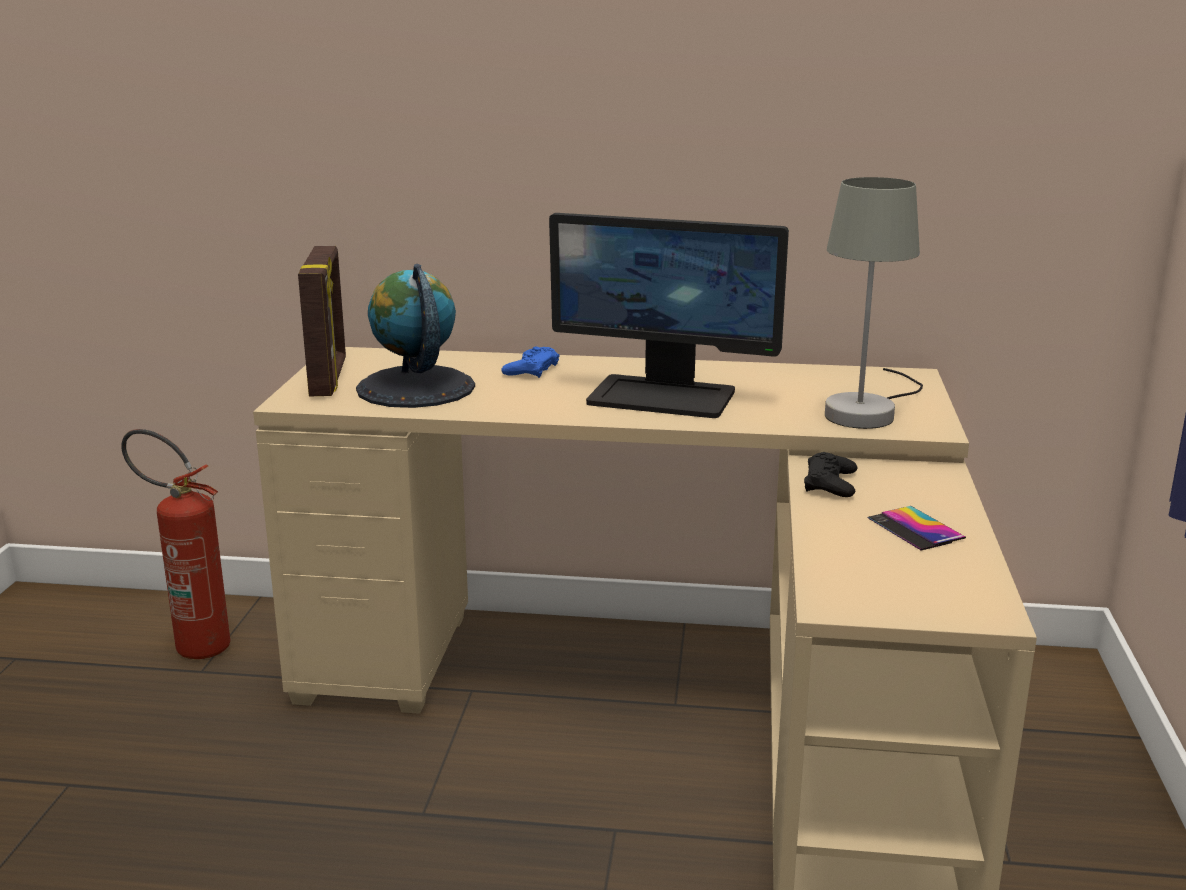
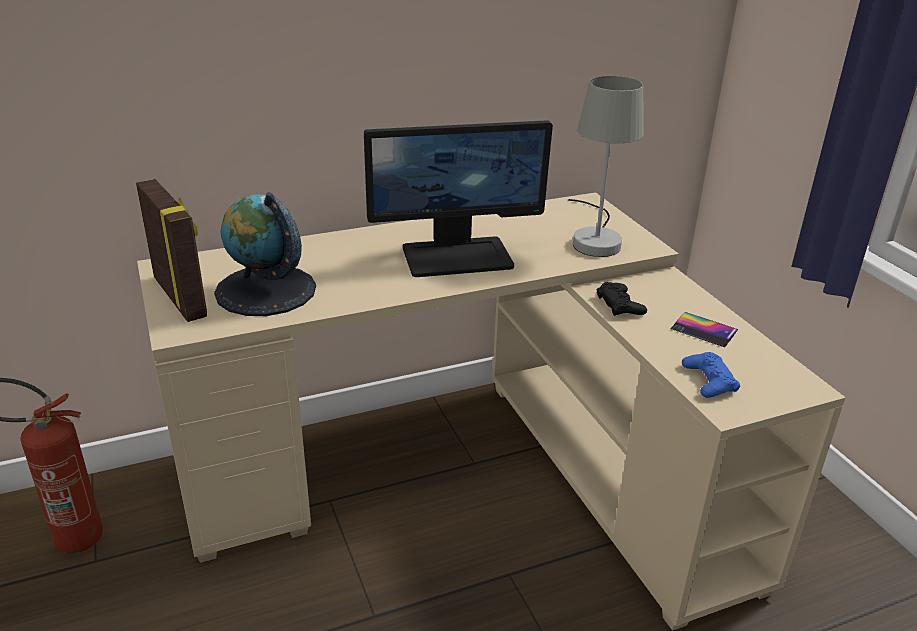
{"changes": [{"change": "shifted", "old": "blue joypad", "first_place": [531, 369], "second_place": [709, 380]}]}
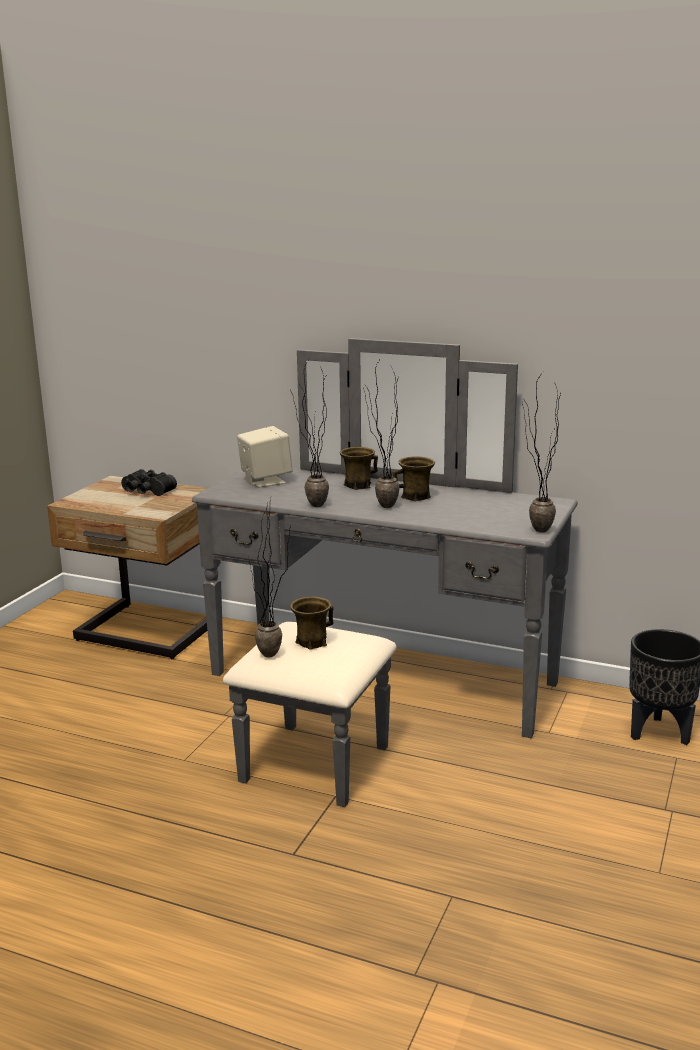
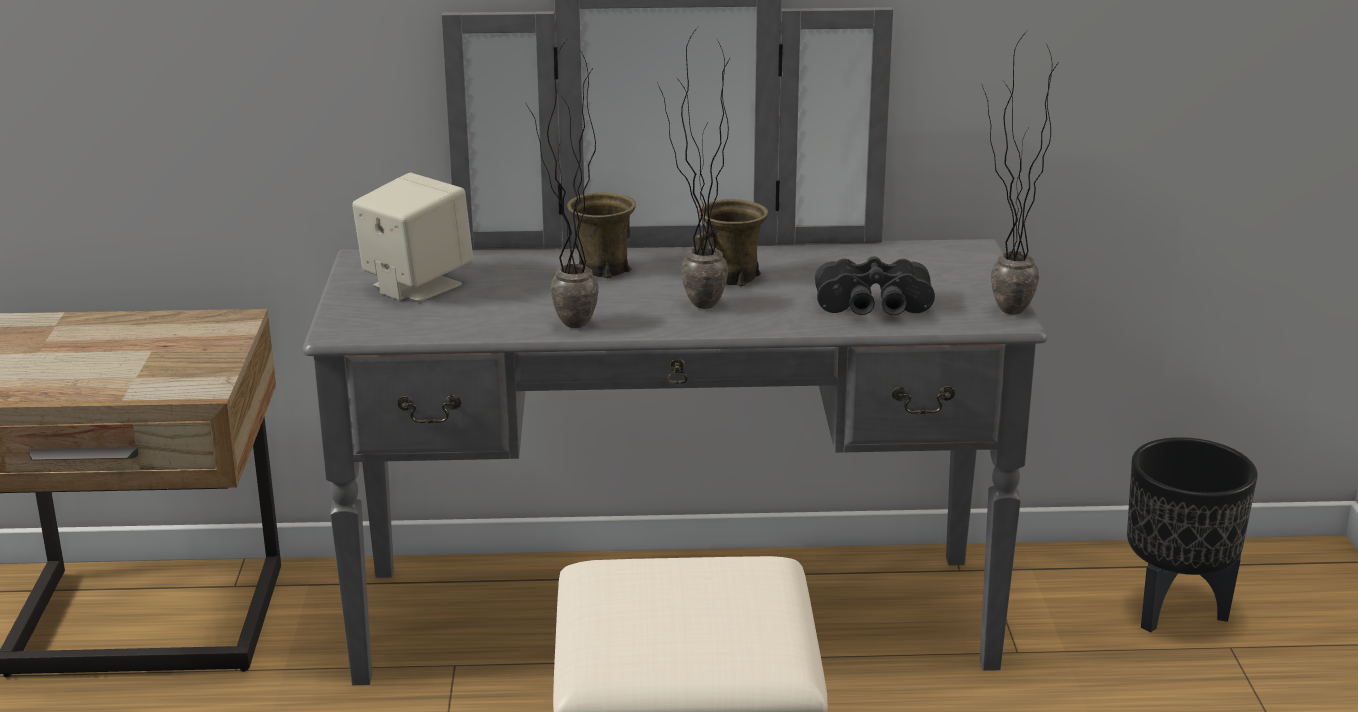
{"changes": [{"change": "shifted", "old": "black-coloured field glasses", "first_place": [146, 492], "second_place": [874, 308]}, {"change": "gone", "old": "potted plant", "first_place": [274, 658]}, {"change": "gone", "old": "brown tea mug", "first_place": [311, 642]}]}
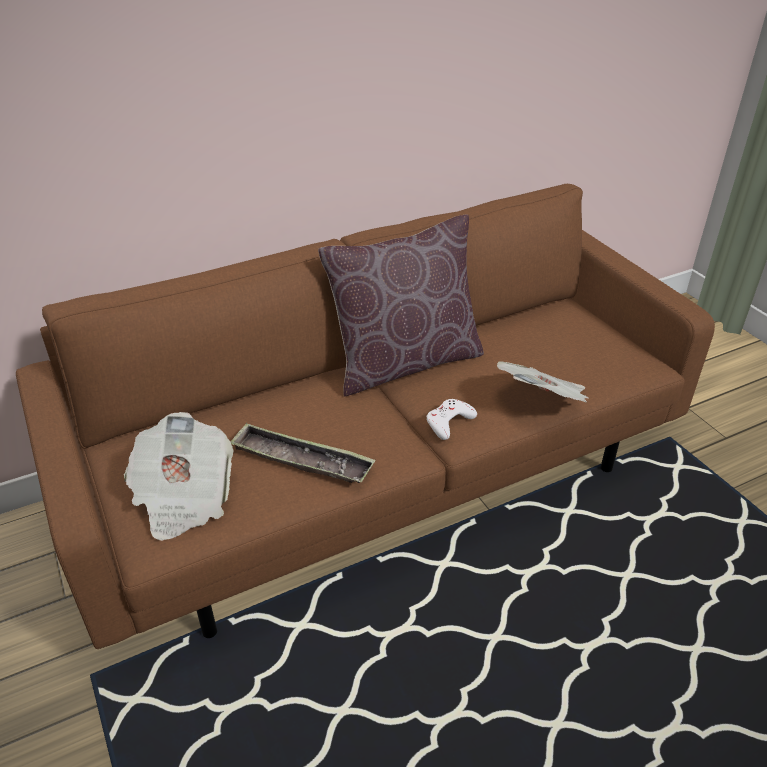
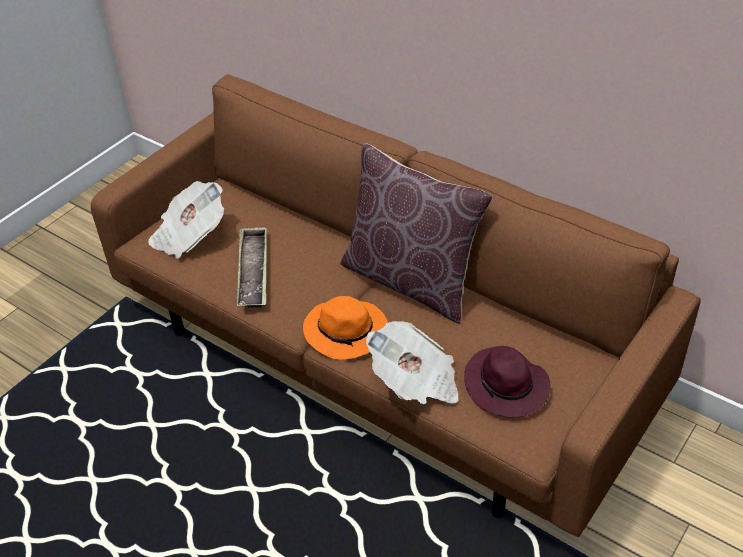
{"changes": [{"change": "swapped", "old": "white-coloured joypad", "new": "orange-coloured hat", "first_place": [449, 422], "second_place": [347, 332]}, {"change": "new", "new": "purple hat", "second_place": [507, 386]}]}
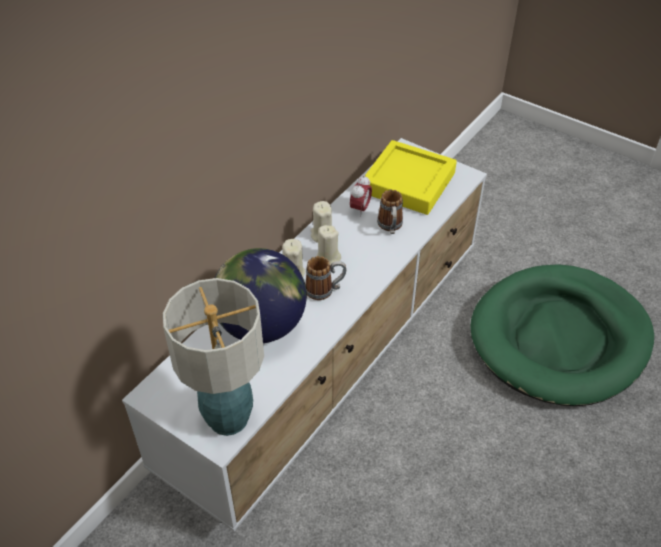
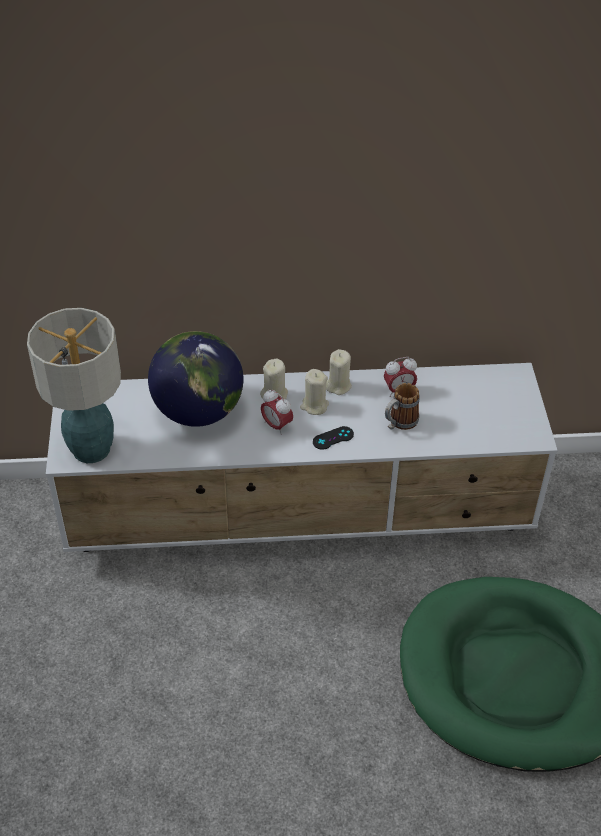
{"changes": [{"change": "gone", "old": "yellow-coloured tray", "first_place": [408, 183]}, {"change": "swapped", "old": "tea mug", "new": "alarm clock", "first_place": [325, 290], "second_place": [276, 426]}, {"change": "new", "new": "black-coloured joypad", "second_place": [333, 438]}]}
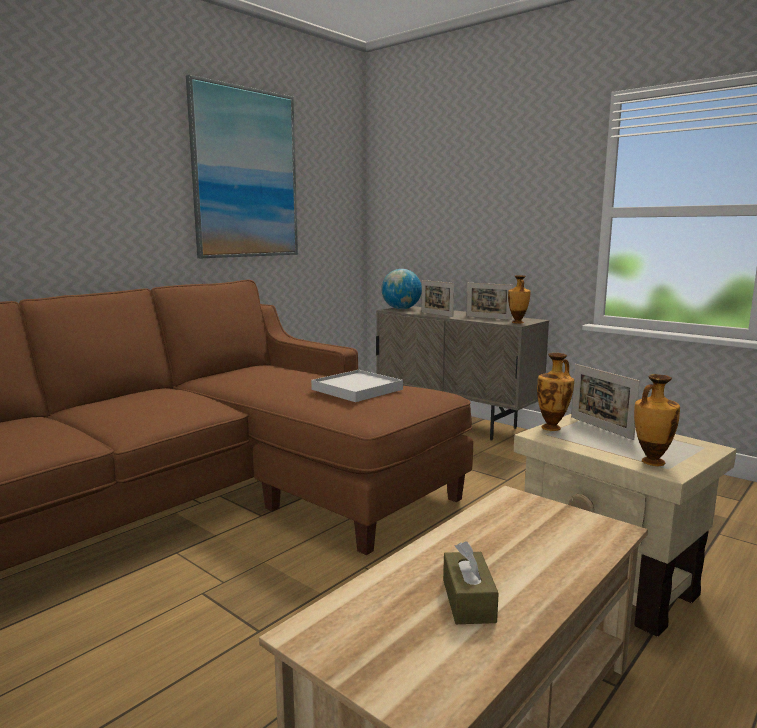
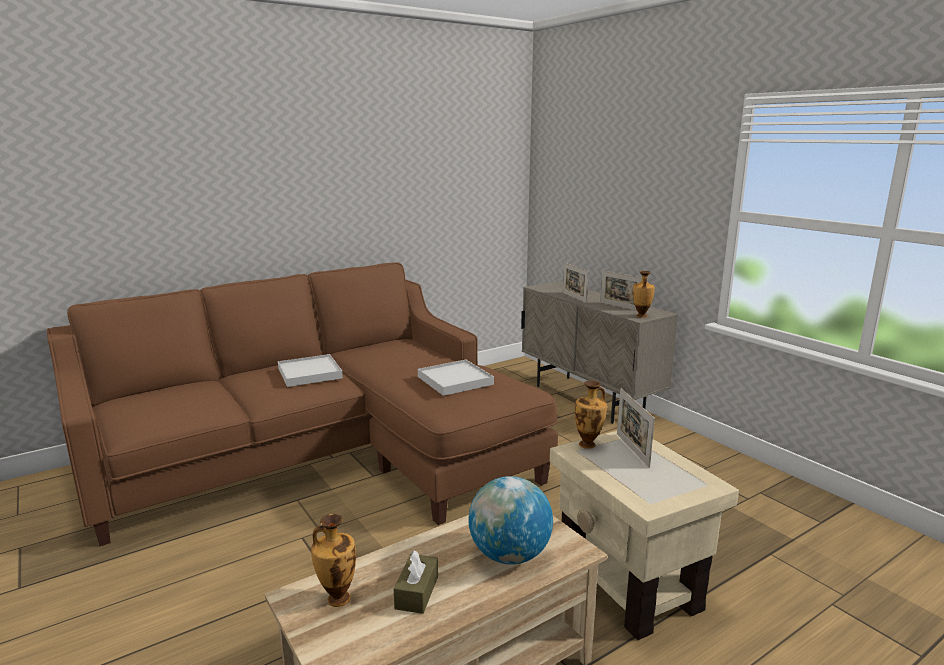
{"changes": [{"change": "gone", "old": "wall art", "first_place": [245, 174]}, {"change": "shifted", "old": "desk globe", "first_place": [401, 309], "second_place": [509, 555]}, {"change": "shifted", "old": "vase", "first_place": [651, 462], "second_place": [337, 598]}, {"change": "new", "new": "white-coloured tray", "second_place": [310, 373]}]}
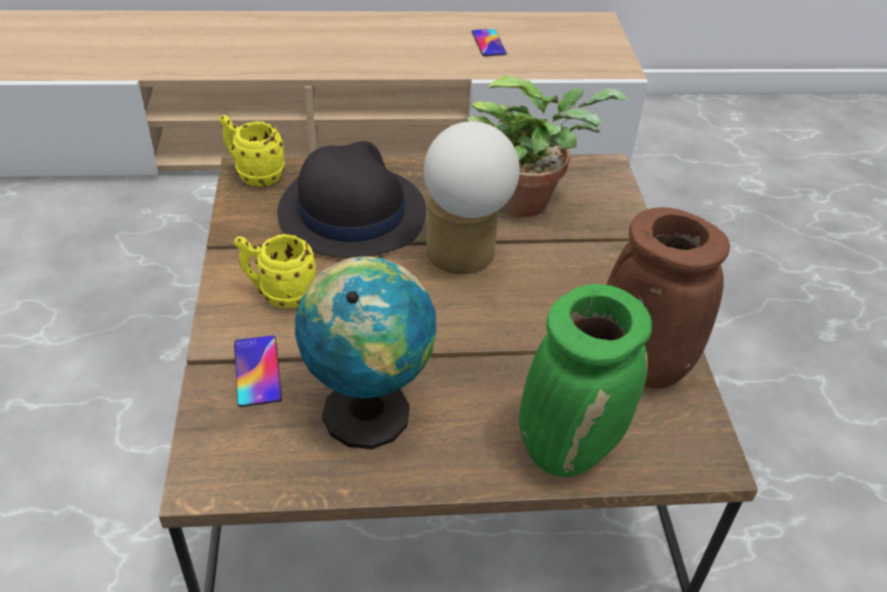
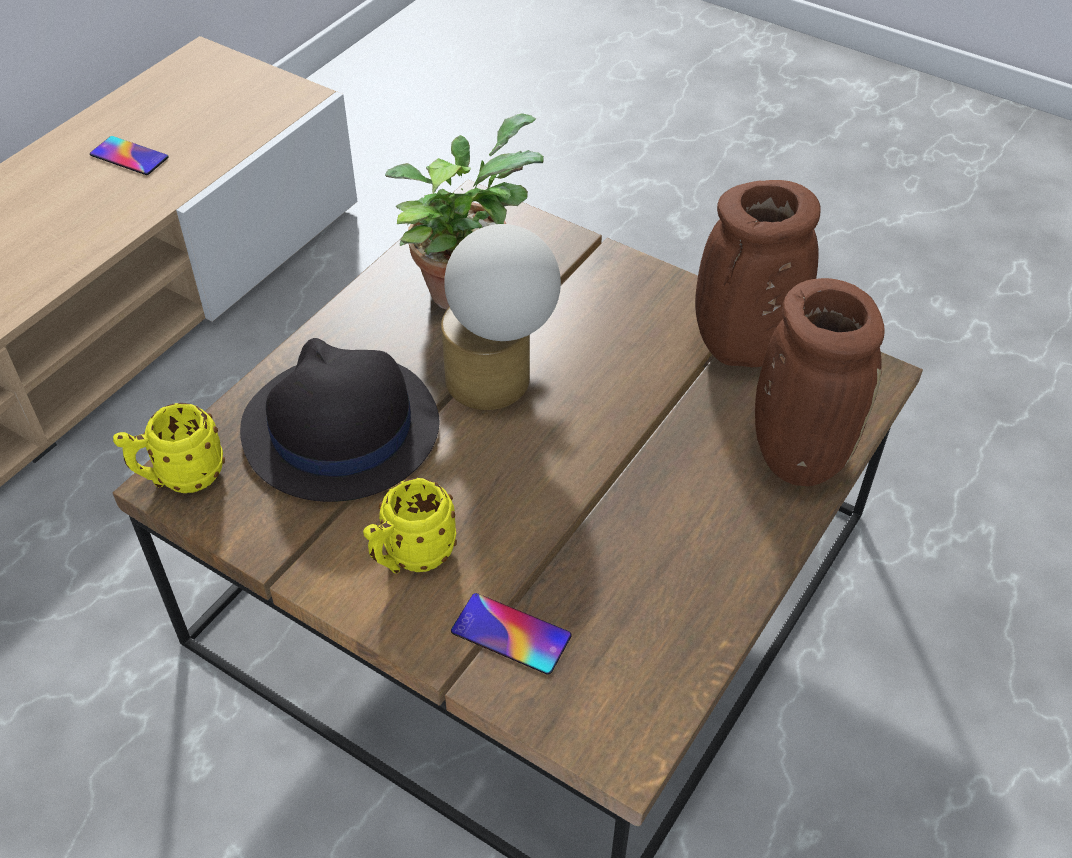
{"changes": [{"change": "gone", "old": "desk globe", "first_place": [368, 408]}, {"change": "repainted", "old": "green vase", "new": "brown vase", "first_place": [568, 447], "second_place": [795, 454]}]}
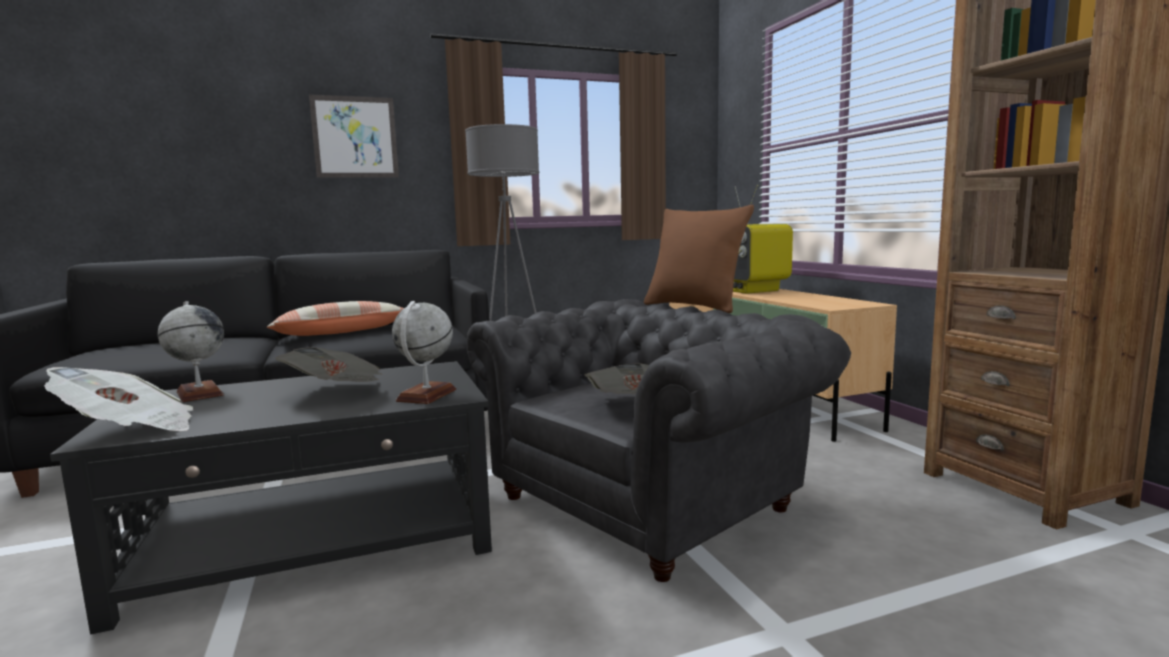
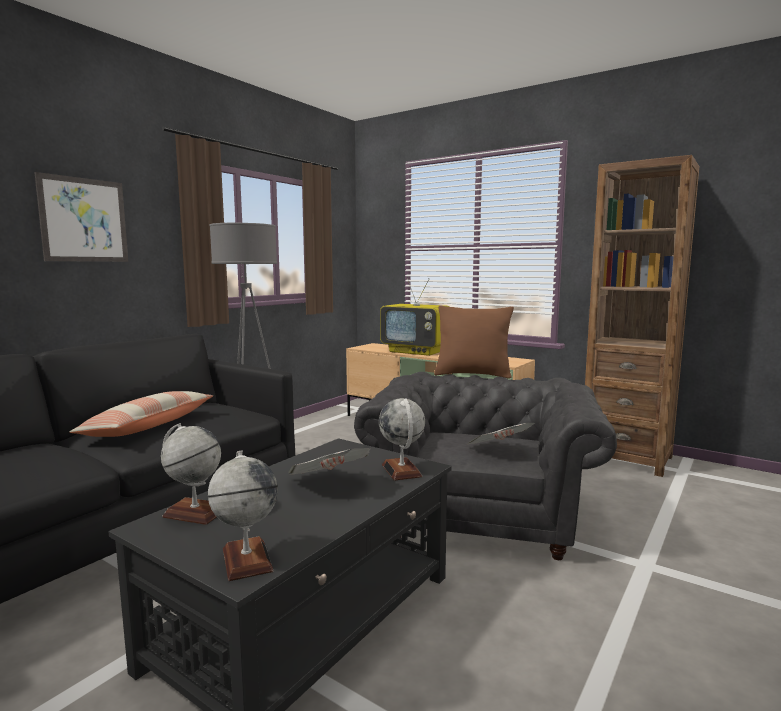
{"changes": [{"change": "swapped", "old": "daily paper", "new": "desk globe", "first_place": [131, 430], "second_place": [246, 560]}]}
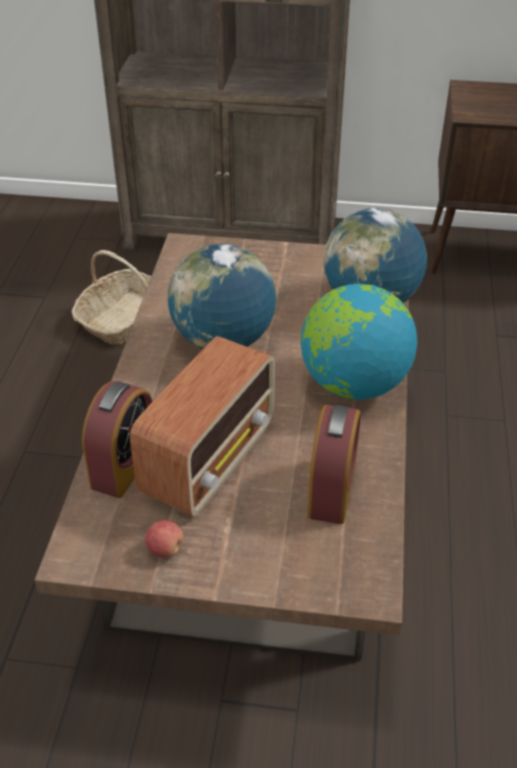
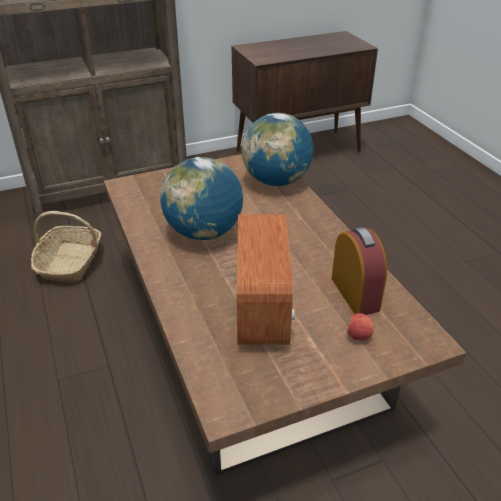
{"changes": [{"change": "gone", "old": "desk globe", "first_place": [353, 384]}, {"change": "gone", "old": "alarm clock", "first_place": [124, 465]}, {"change": "shifted", "old": "whole apple", "first_place": [165, 549], "second_place": [358, 336]}]}
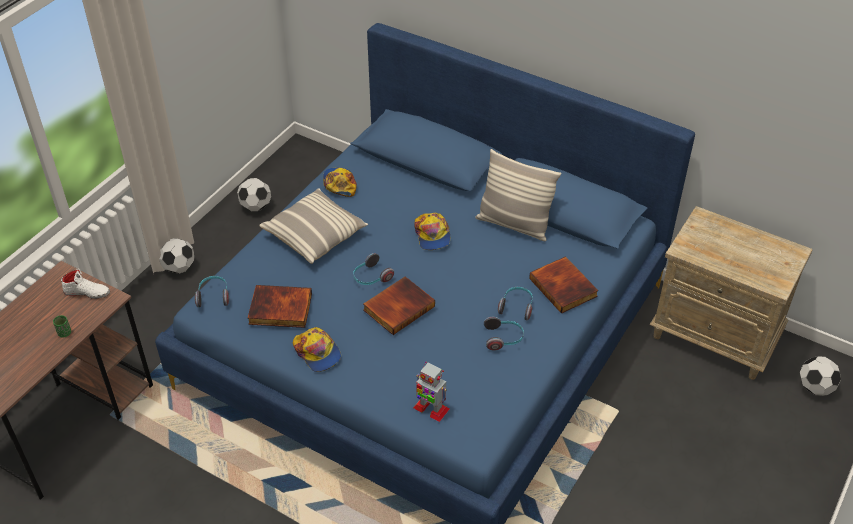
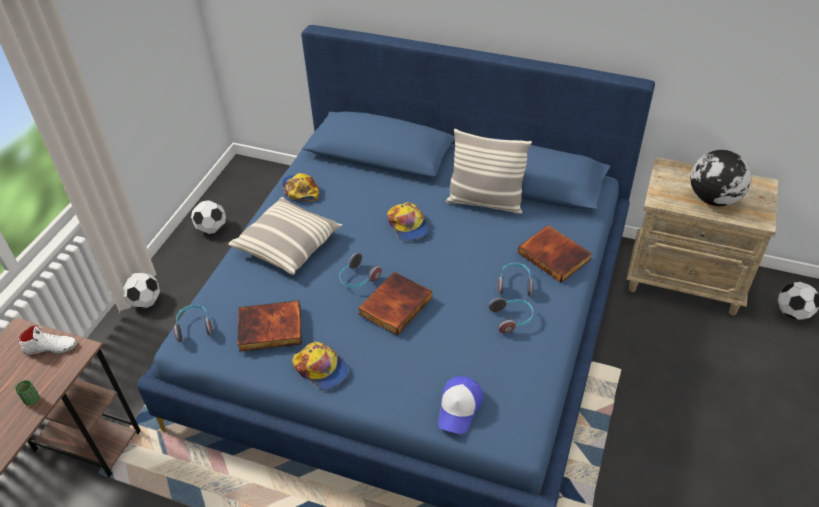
{"changes": [{"change": "swapped", "old": "model robot", "new": "cap", "first_place": [430, 408], "second_place": [459, 408]}, {"change": "new", "new": "desk globe", "second_place": [713, 199]}]}
